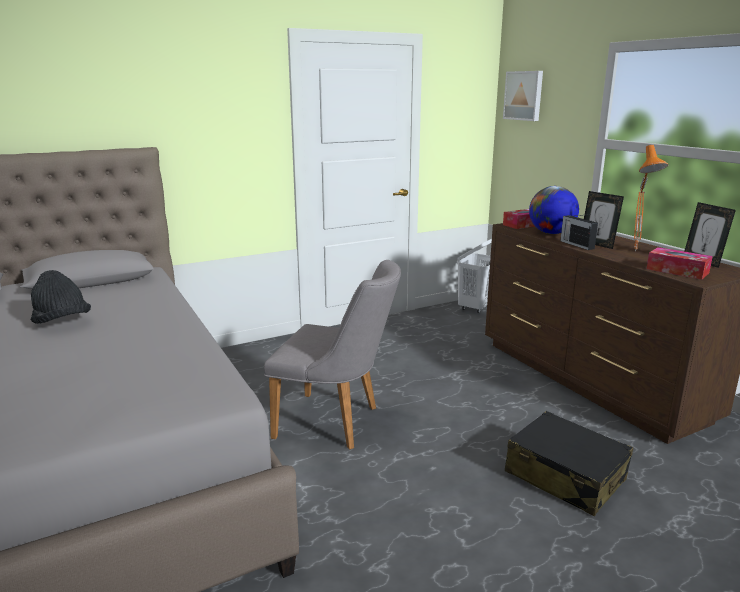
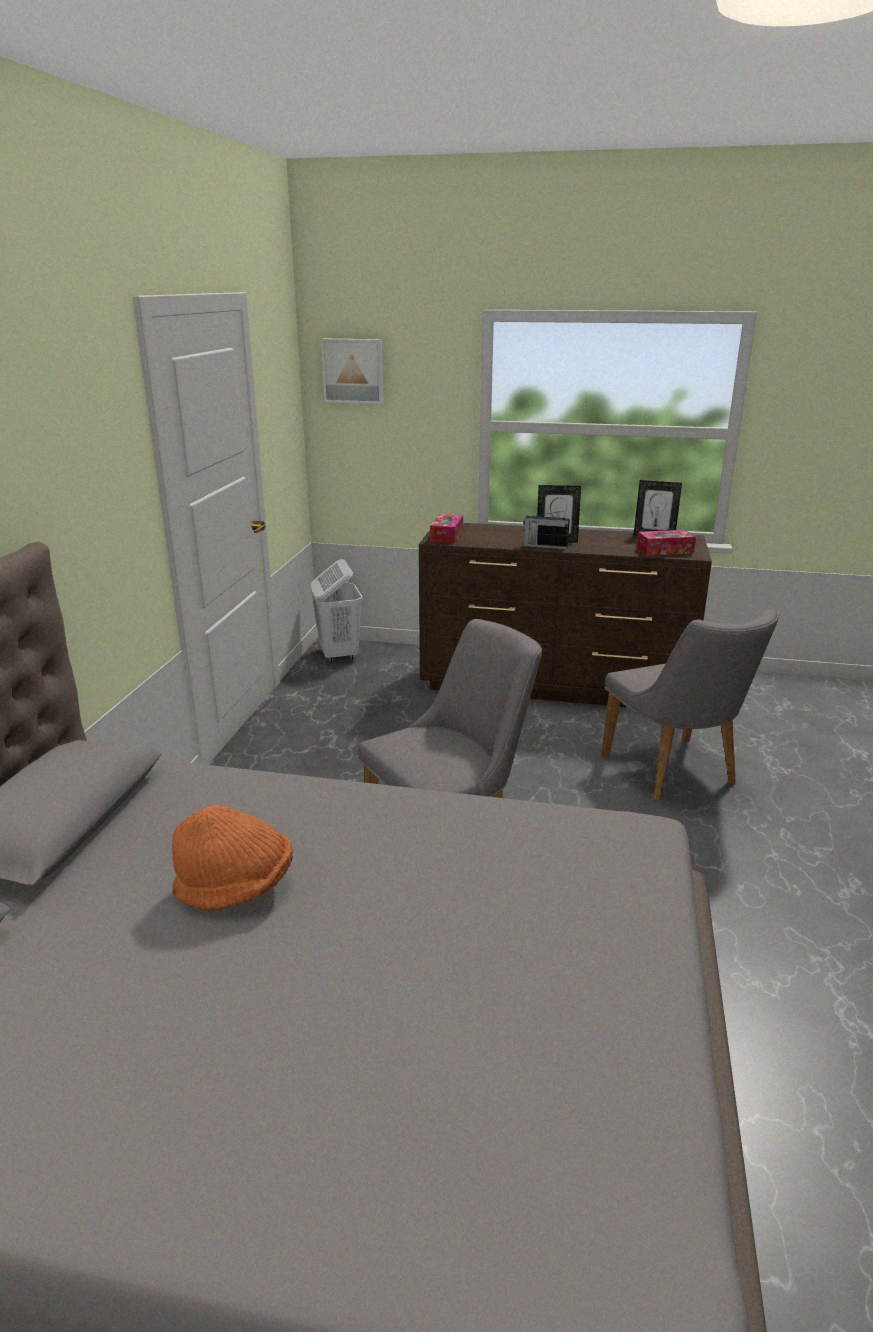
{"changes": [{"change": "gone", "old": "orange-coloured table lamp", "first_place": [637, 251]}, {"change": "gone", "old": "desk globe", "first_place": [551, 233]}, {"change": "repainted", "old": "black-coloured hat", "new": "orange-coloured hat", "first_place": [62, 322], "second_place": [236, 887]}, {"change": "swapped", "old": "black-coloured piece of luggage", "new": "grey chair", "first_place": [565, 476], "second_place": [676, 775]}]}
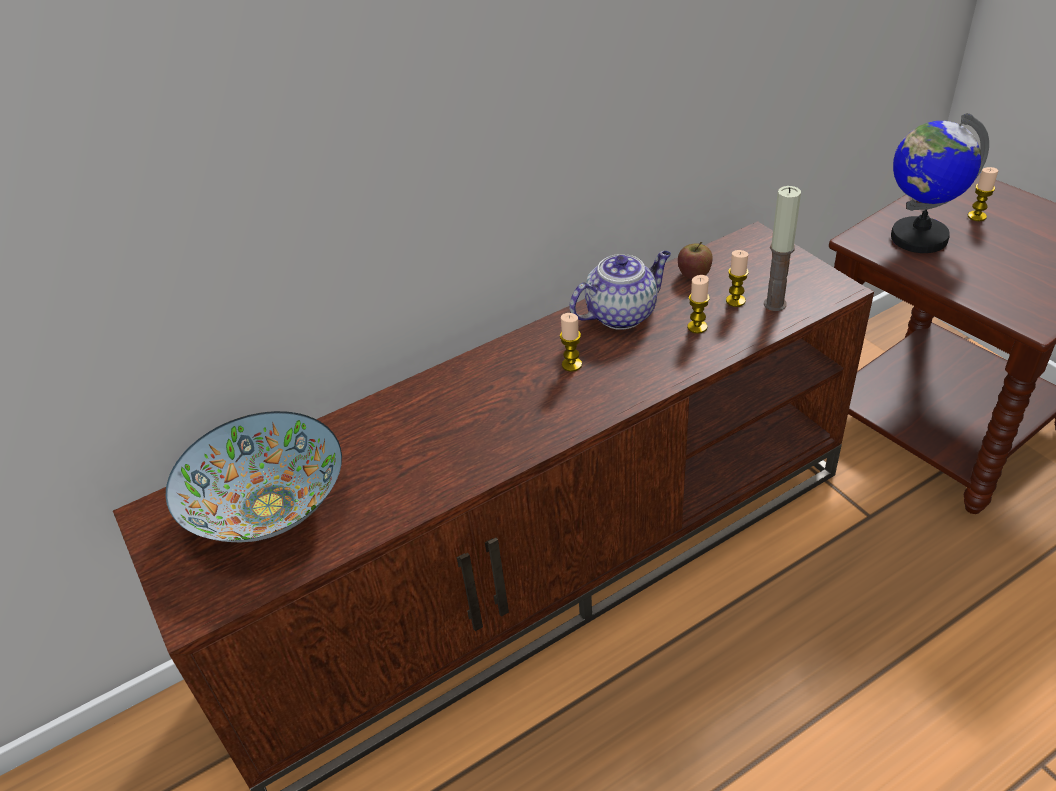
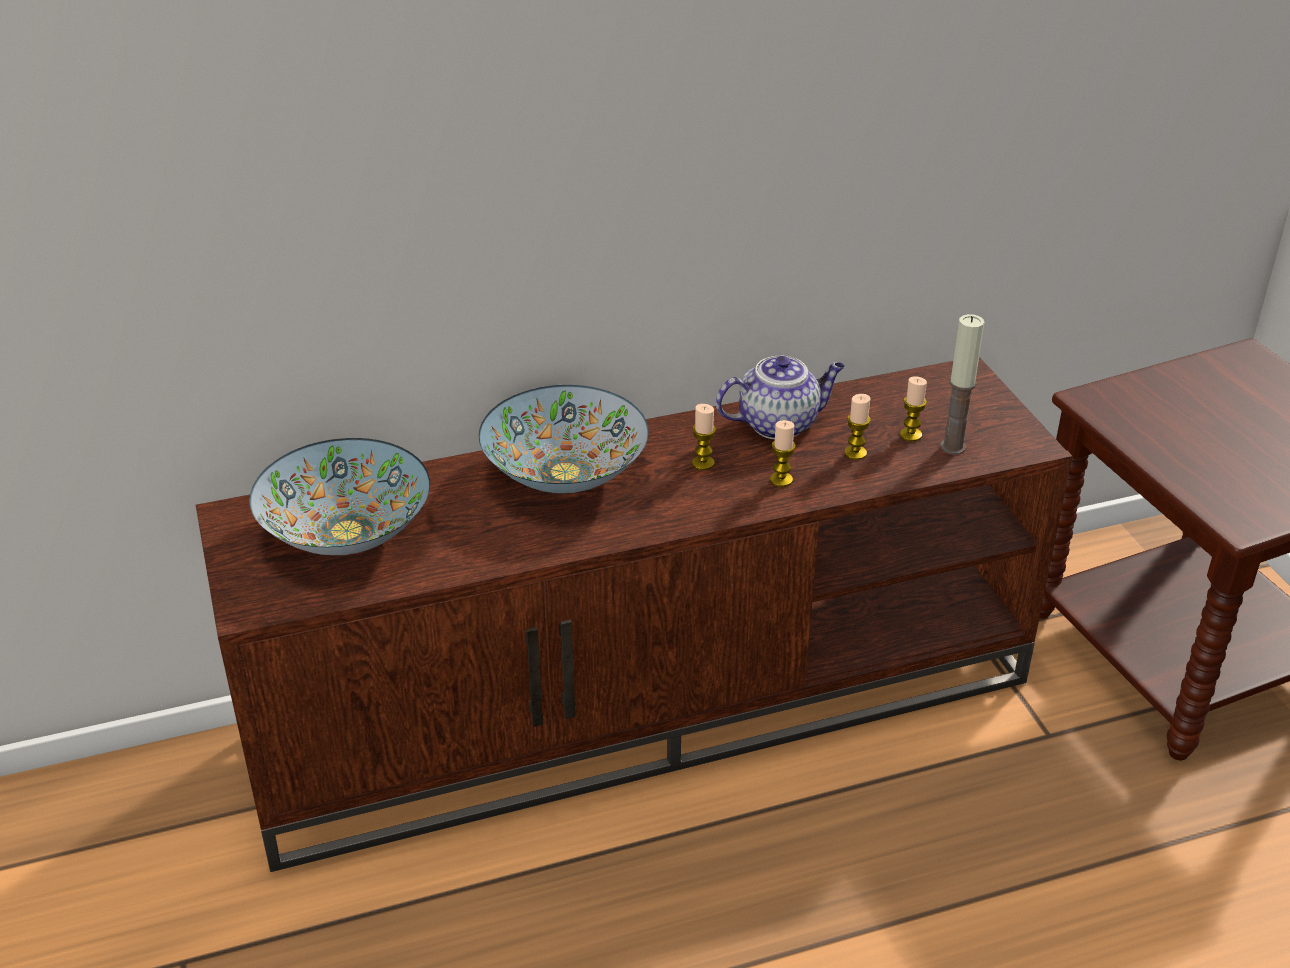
{"changes": [{"change": "gone", "old": "desk globe", "first_place": [918, 237]}, {"change": "shifted", "old": "wax light", "first_place": [976, 216], "second_place": [781, 480]}, {"change": "gone", "old": "whole apple", "first_place": [694, 274]}, {"change": "new", "new": "deep dish", "second_place": [565, 474]}]}
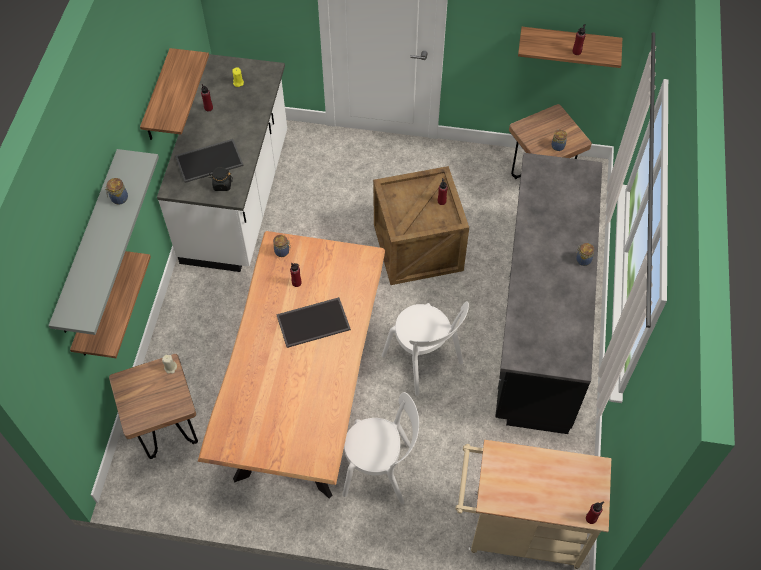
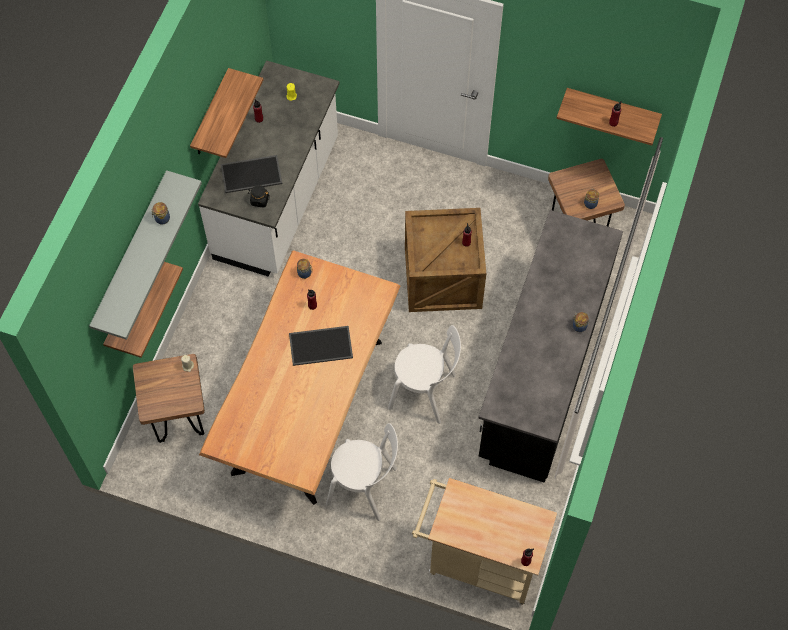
{"changes": [{"change": "rotated", "old": "white-coloured chair", "first_place": [424, 361], "second_place": [425, 392], "degrees": -45}]}
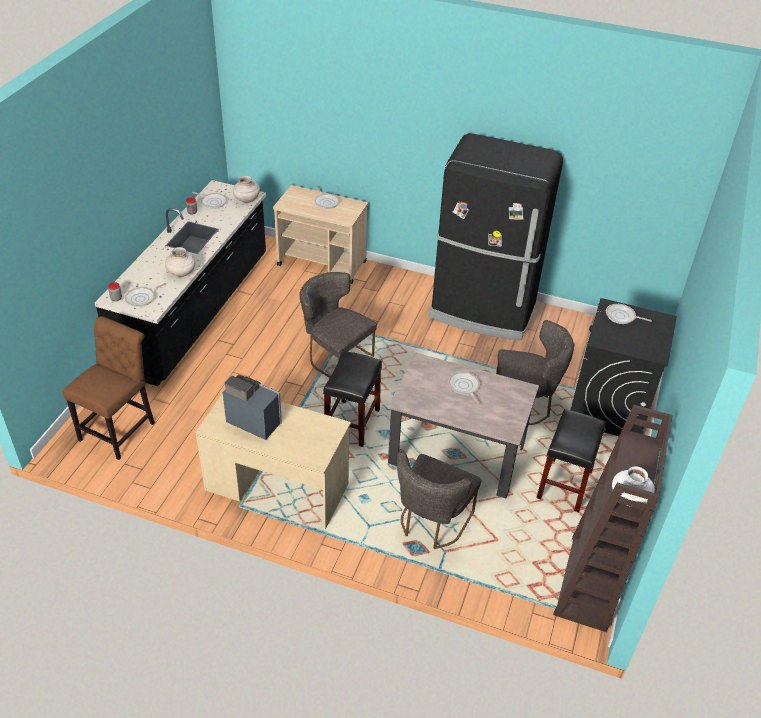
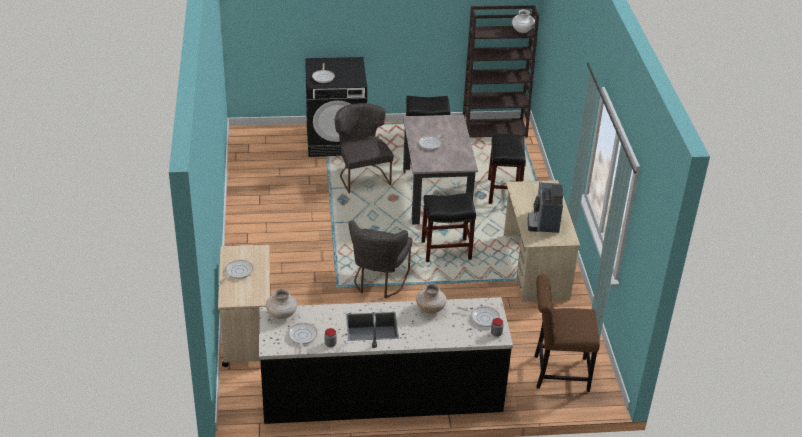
{"changes": [{"change": "gone", "old": "black-coloured kitchen fridge", "first_place": [482, 311]}, {"change": "swapped", "old": "grey chair", "new": "black-coloured stool seat", "first_place": [431, 523], "second_place": [504, 192]}]}
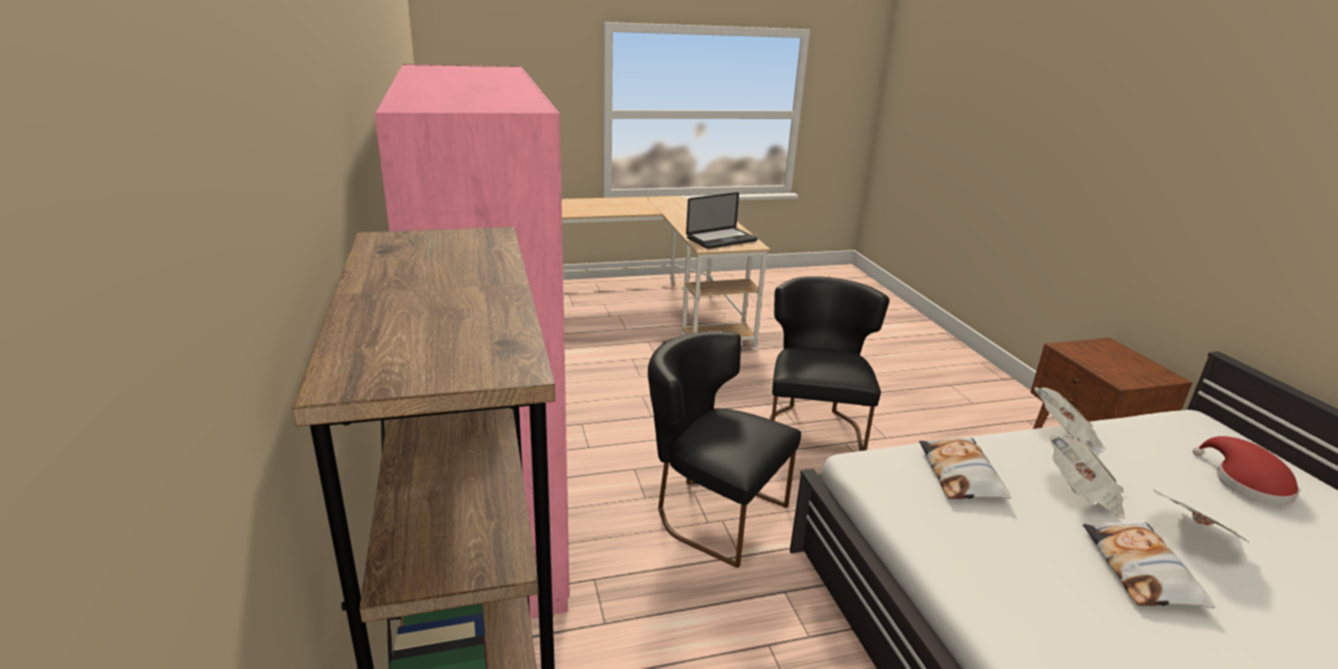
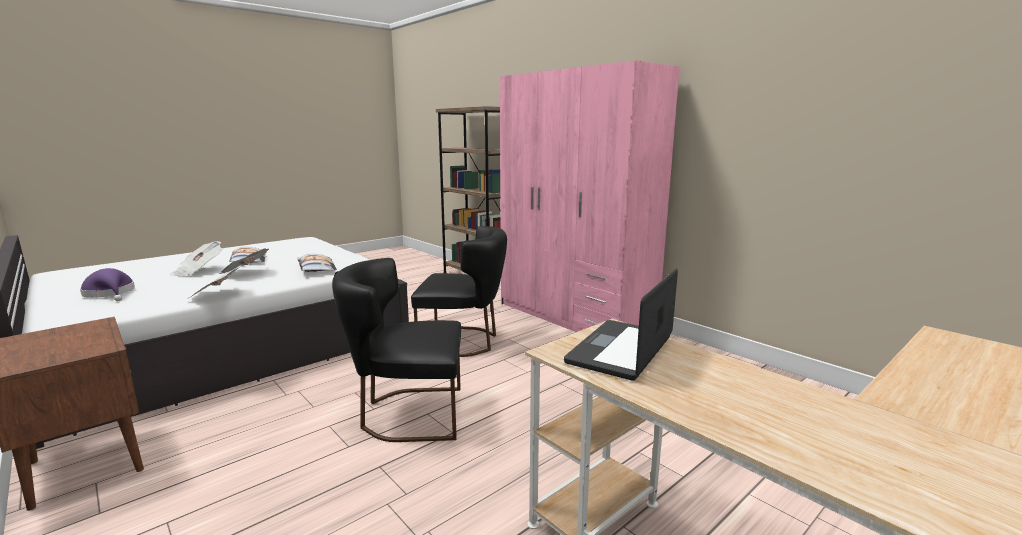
{"changes": [{"change": "rotated", "old": "black-coloured chair", "first_place": [813, 428], "second_place": [407, 414], "degrees": 105}, {"change": "repainted", "old": "reddish hat", "new": "purple hat", "first_place": [1246, 483], "second_place": [110, 293]}]}
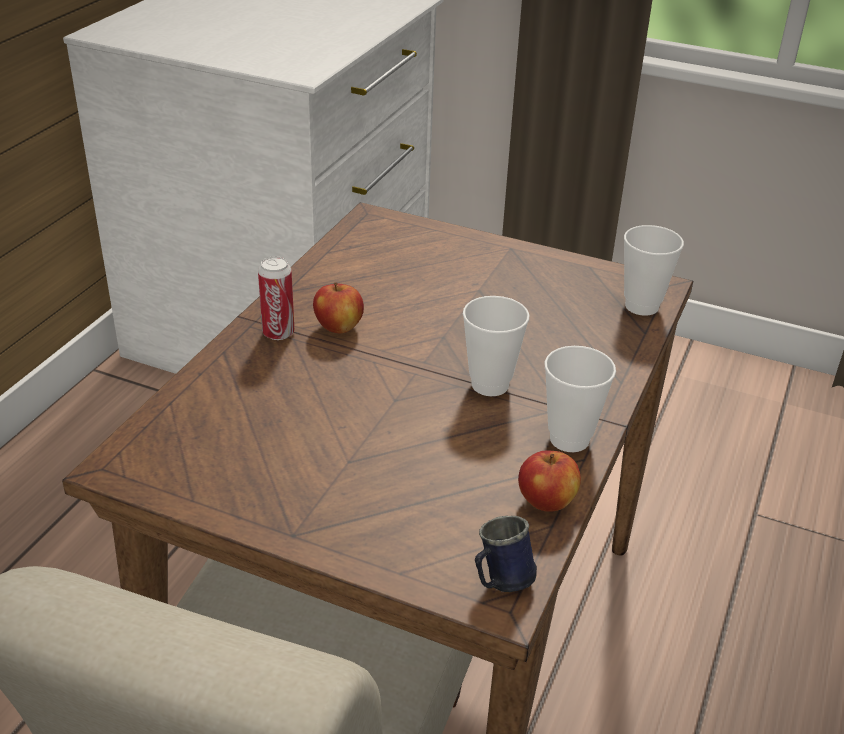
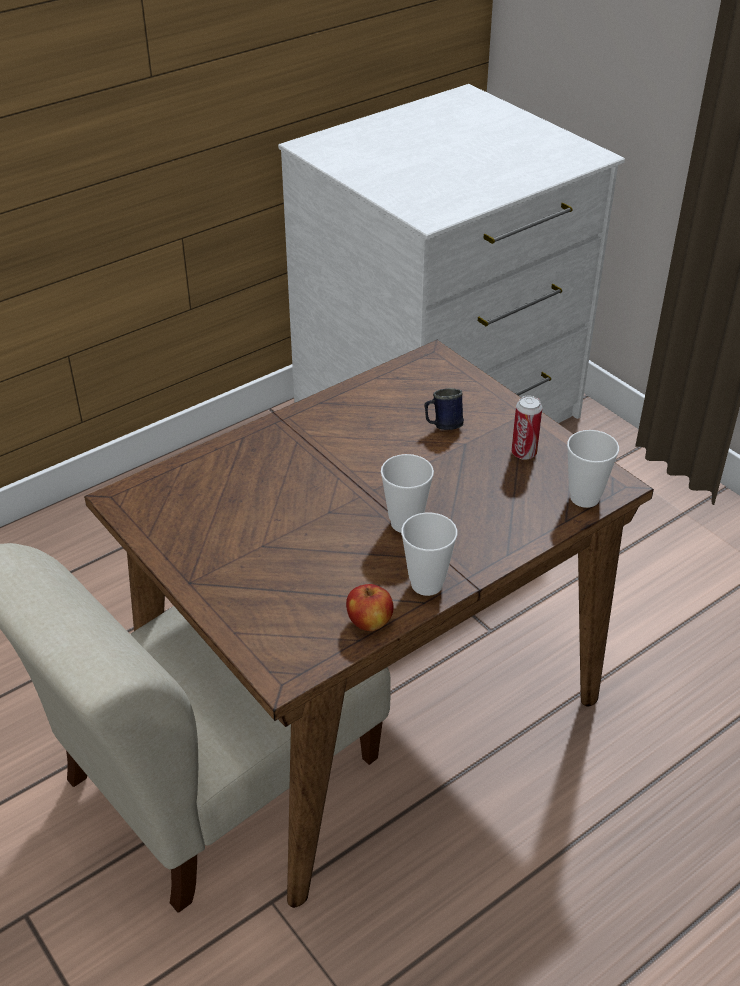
{"changes": [{"change": "shifted", "old": "can", "first_place": [278, 333], "second_place": [524, 453]}, {"change": "gone", "old": "whole apple", "first_place": [339, 327]}, {"change": "shifted", "old": "blue tea mug", "first_place": [499, 582], "second_place": [442, 426]}]}
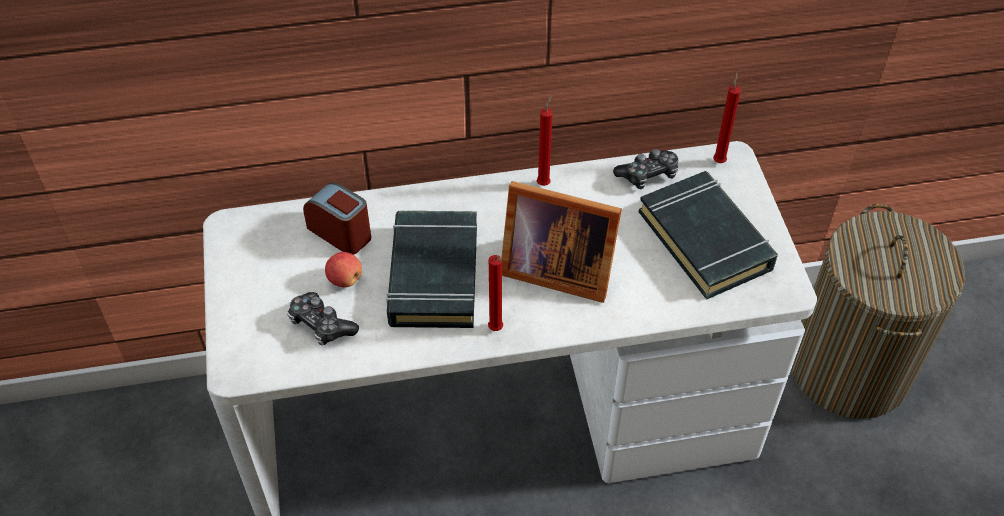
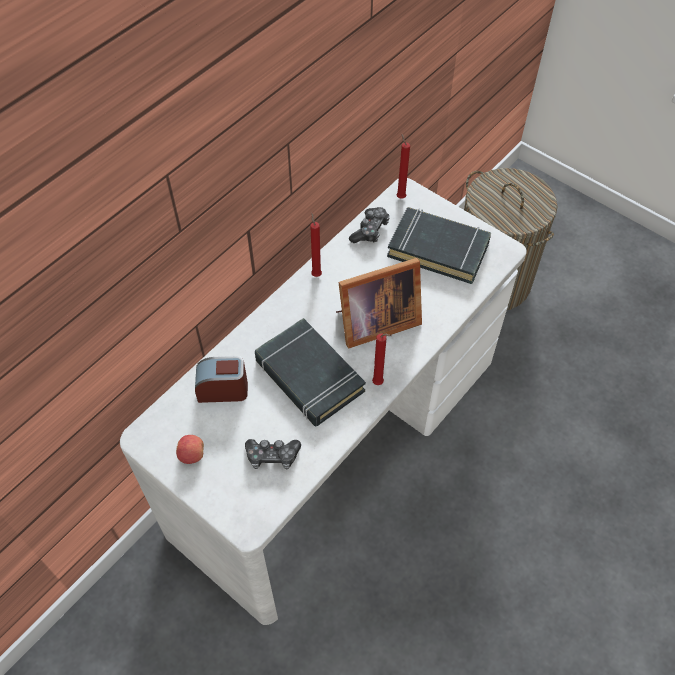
{"changes": [{"change": "shifted", "old": "whole apple", "first_place": [345, 279], "second_place": [191, 455]}]}
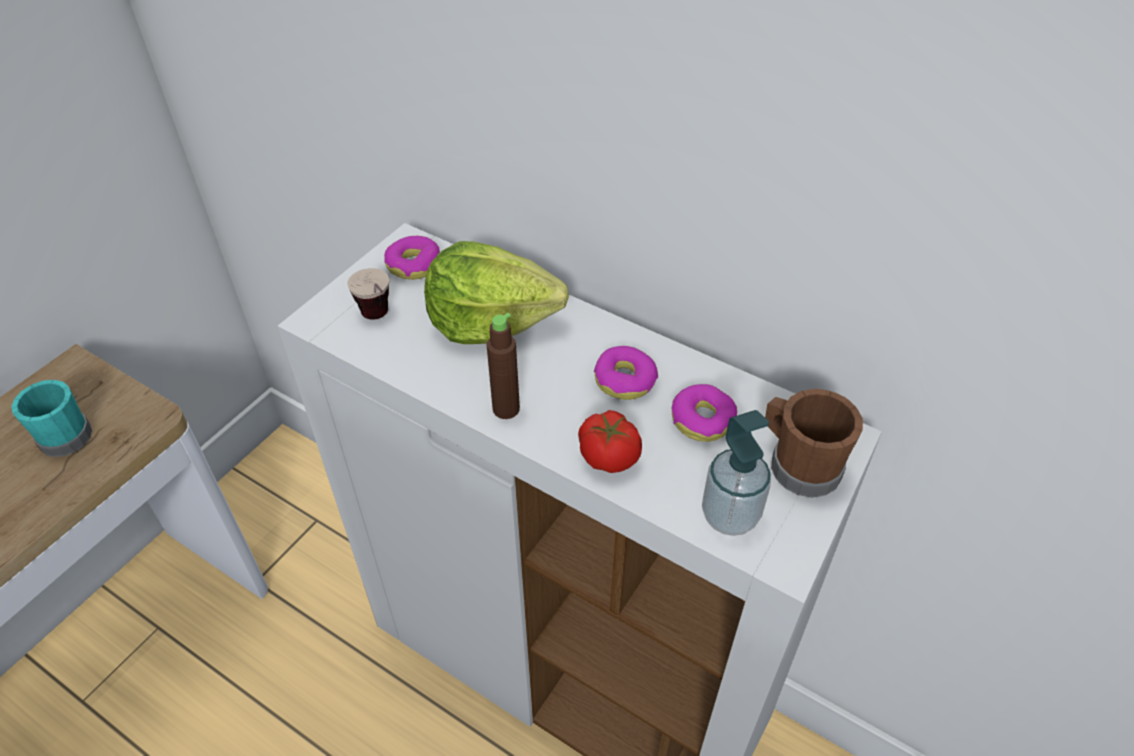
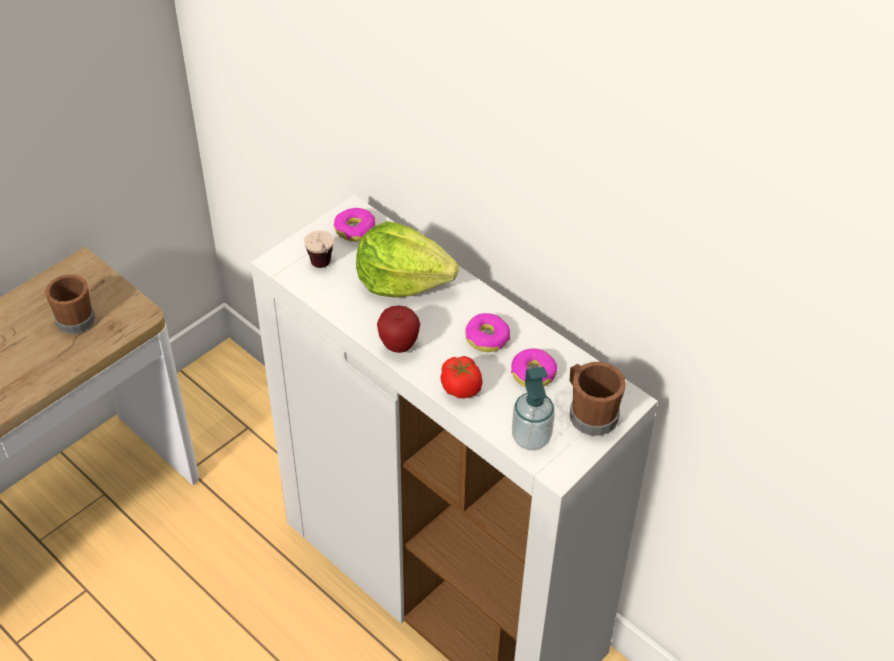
{"changes": [{"change": "swapped", "old": "brown drink bottle", "new": "whole apple", "first_place": [506, 409], "second_place": [399, 345]}, {"change": "repainted", "old": "blue-green tea mug", "new": "brown tea mug", "first_place": [66, 433], "second_place": [76, 316]}]}
